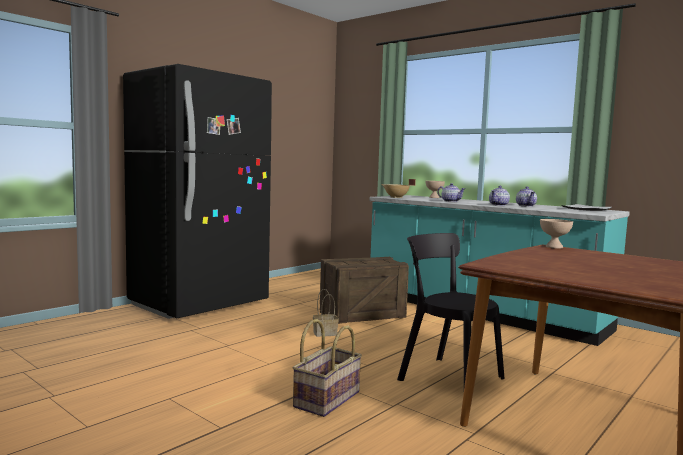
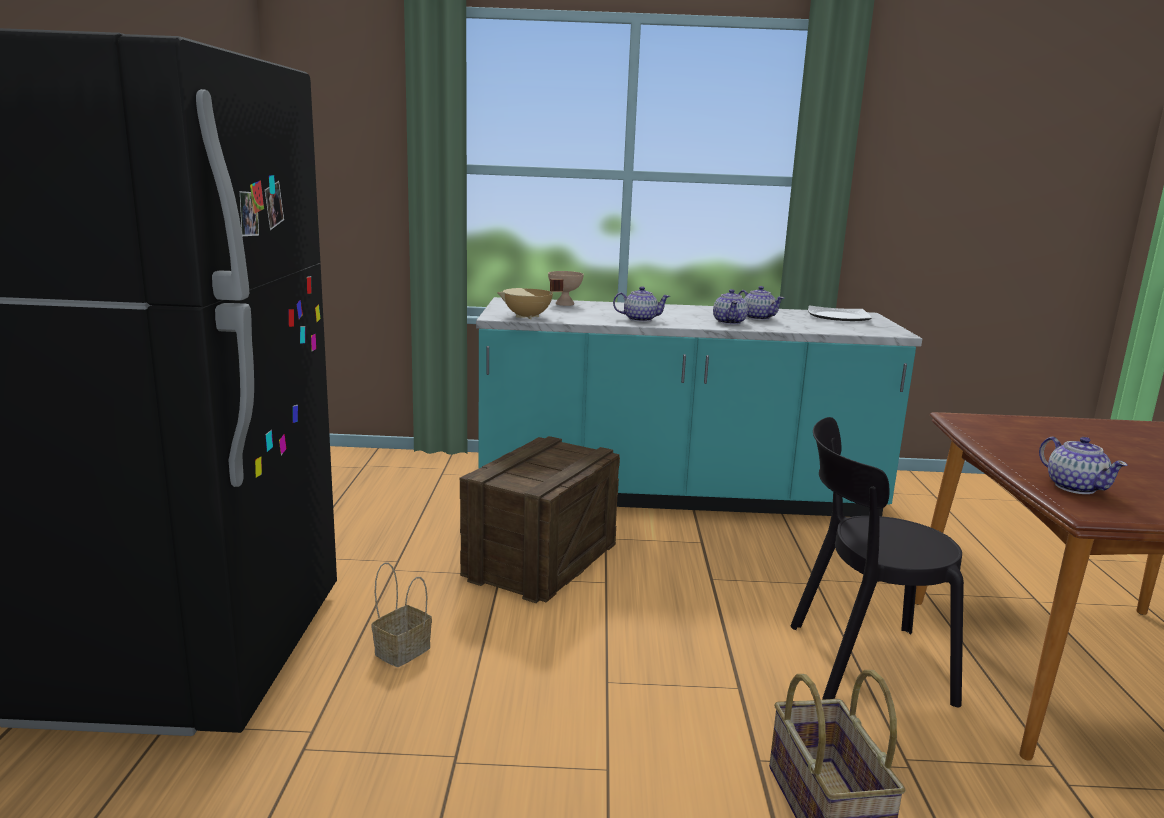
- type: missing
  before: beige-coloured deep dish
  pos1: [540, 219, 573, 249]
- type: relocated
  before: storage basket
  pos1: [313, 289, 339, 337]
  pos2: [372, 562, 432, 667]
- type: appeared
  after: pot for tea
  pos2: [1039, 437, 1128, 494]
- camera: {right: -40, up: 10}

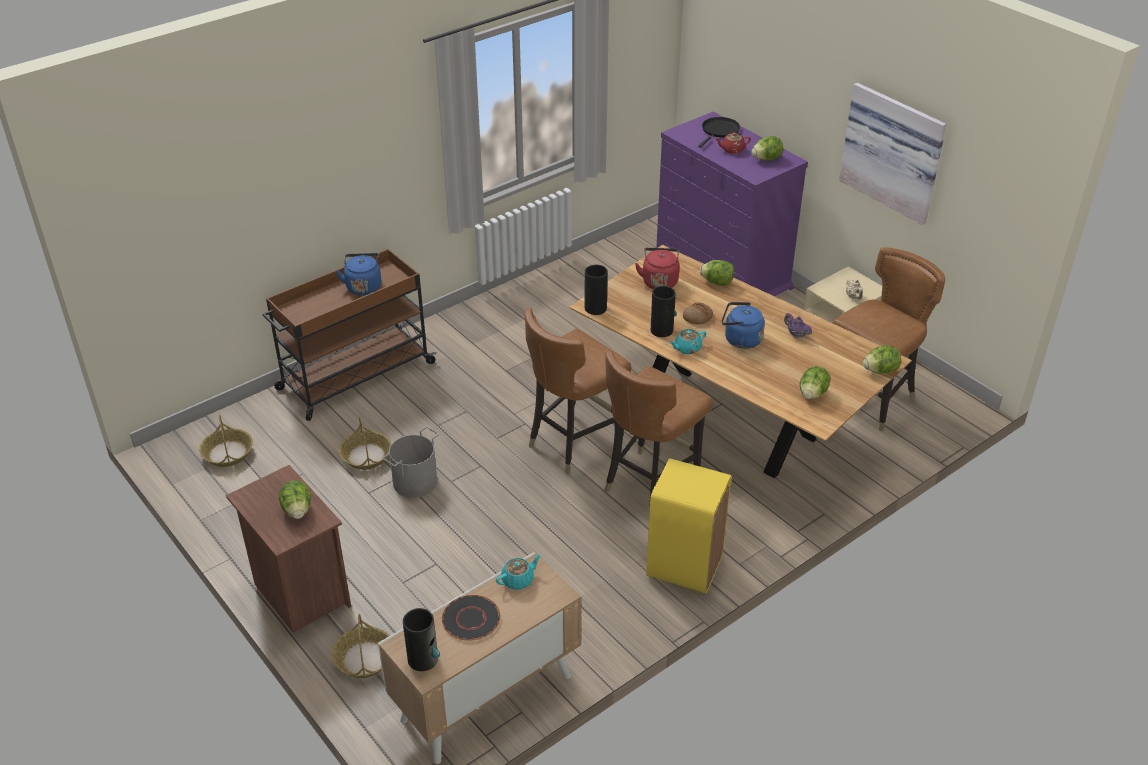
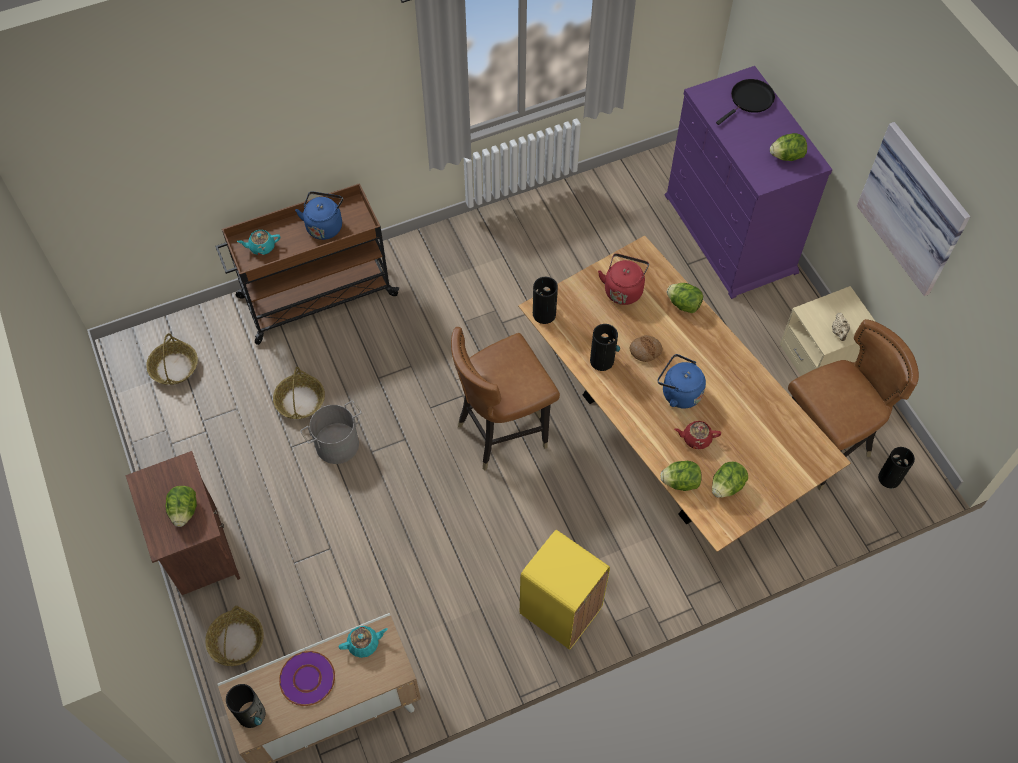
- type: relocated
  before: red-coloured pot for tea
  pos1: [716, 133, 751, 154]
  pos2: [674, 421, 721, 449]
- type: missing
  before: purple-coloured pot for tea
  pos1: [784, 313, 812, 338]
- type: relocated
  before: turquoise pot for tea
  pos1: [669, 329, 706, 354]
  pos2: [237, 230, 280, 255]
- type: relocated
  before: lettuce head
  pos1: [863, 346, 901, 374]
  pos2: [660, 461, 702, 491]
- type: missing
  before: brown-coloured upright chair
  pos1: [604, 350, 713, 498]
- type: colour
  before: black-coloured plate
  after: purple-coloured plate
  pos1: [442, 595, 500, 641]
  pos2: [279, 651, 335, 706]
- type: appeared
  after: flower vase
  pos2: [878, 447, 915, 488]
- camera: {right: 15, up: 20}

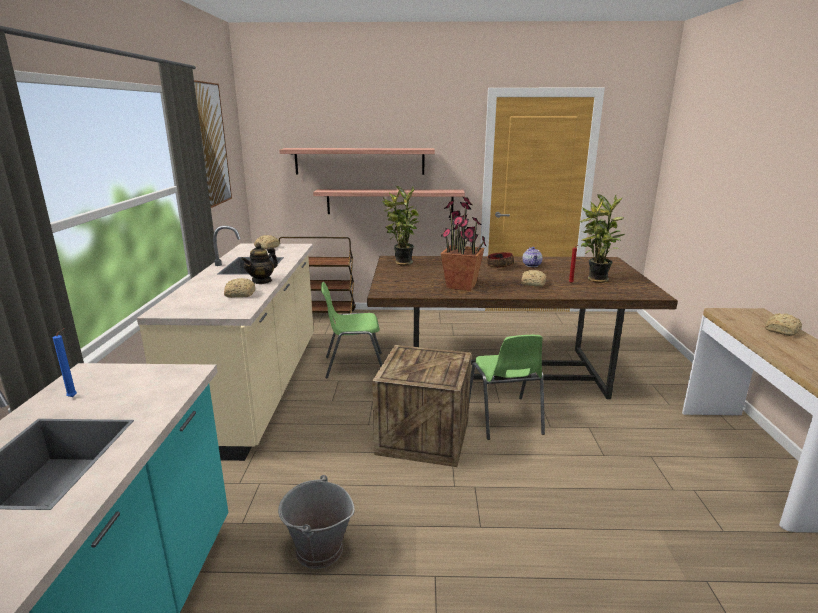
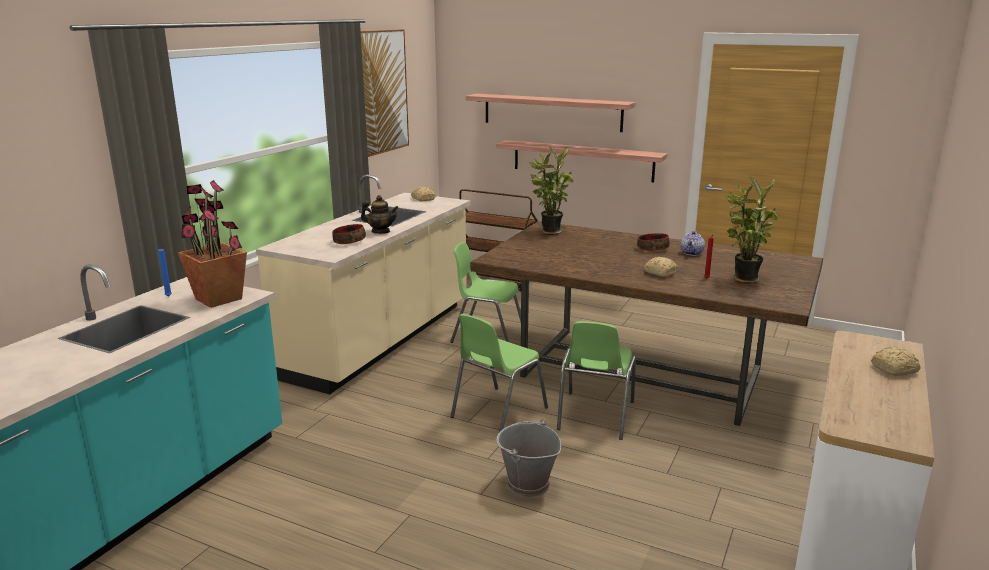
- type: relocated
  before: plant in a pot
  pos1: [441, 197, 487, 291]
  pos2: [178, 180, 247, 308]
- type: spun
  before: pot for tea
  pos1: [241, 243, 278, 284]
  pos2: [361, 195, 399, 234]
  turn: -135
- type: exchanged
  before: baked bread
  after: deep dish
  pos1: [224, 278, 255, 298]
  pos2: [332, 224, 366, 244]
- type: exchanged
  before: crate
  after: greenish upright chair
  pos1: [372, 345, 471, 467]
  pos2: [451, 314, 548, 432]
- type: relocated
  before: greyish water bucket
  pos1: [278, 475, 355, 569]
  pos2: [496, 419, 561, 497]
- camera: {right: 25, up: 0}

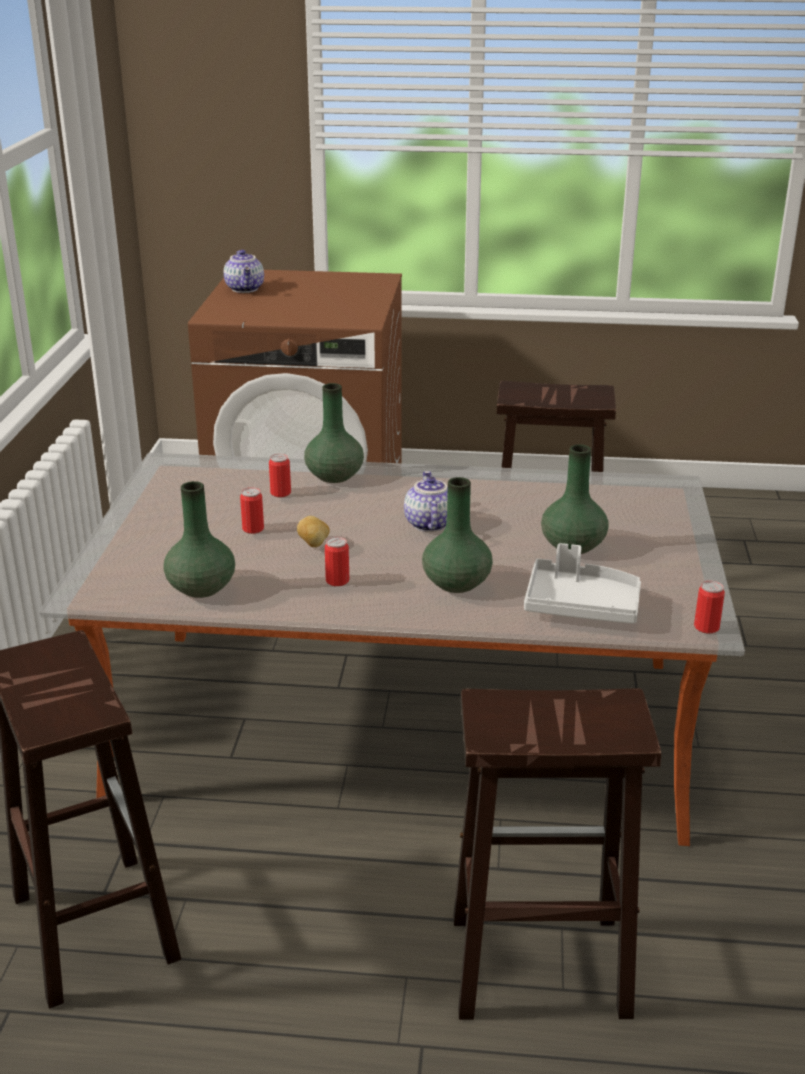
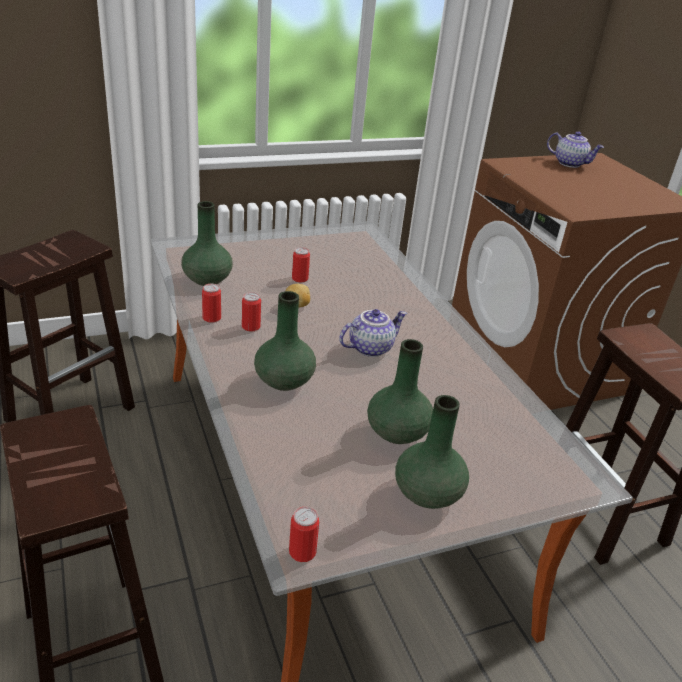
- type: spun
  before: pot for tea
  pos1: [224, 250, 264, 293]
  pos2: [547, 131, 604, 168]
  turn: -105
- type: relocated
  before: greenish flower vase
  pos1: [304, 383, 364, 483]
  pos2: [395, 395, 469, 509]
- type: relocated
  before: metal can
  pos1: [269, 454, 291, 497]
  pos2: [202, 284, 221, 323]
- type: missing
  before: greyish carrying tray
  pos1: [524, 543, 641, 624]
- camera: {right: 60, up: 5}

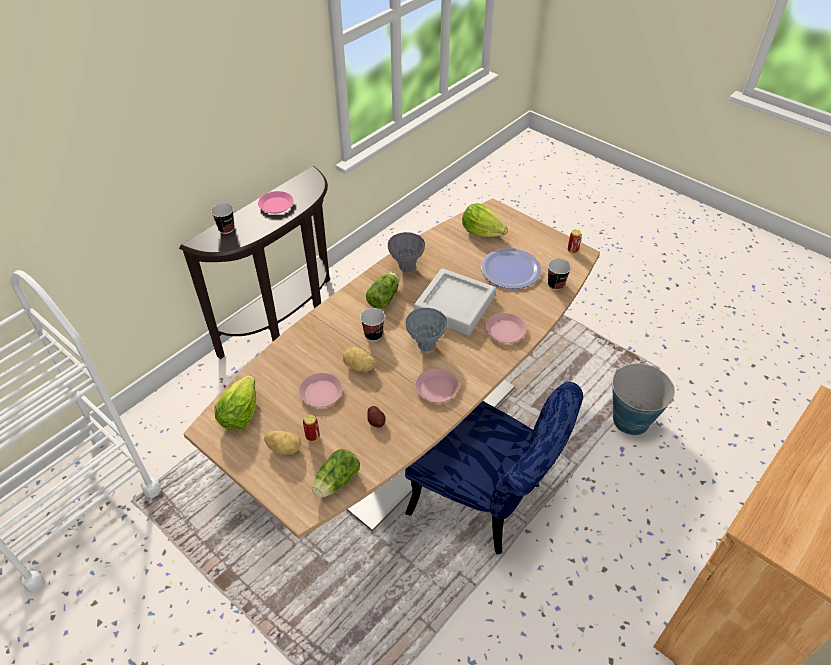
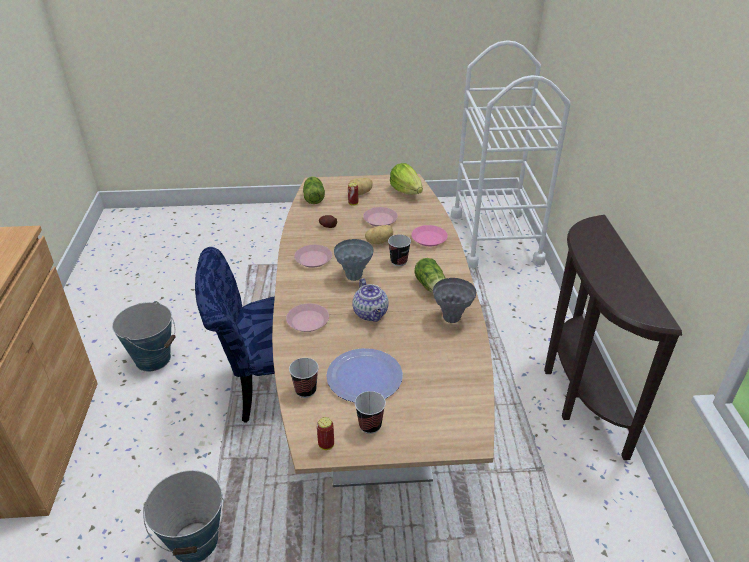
- type: relocated
  before: pink-coloured plate
  pos1: [258, 191, 294, 214]
  pos2: [411, 225, 448, 246]
- type: relocated
  before: drinking cup
  pos1: [211, 203, 235, 234]
  pos2: [355, 391, 386, 434]
- type: missing
  before: lettuce head
  pos1: [462, 203, 508, 237]
- type: exchanged
  before: greyish carrying tray
  after: pot for tea
  pos1: [414, 268, 495, 335]
  pos2: [352, 278, 389, 322]
- type: appeared
  after: water bucket
  pos2: [112, 301, 176, 372]
- camera: {right: 135, up: -10}

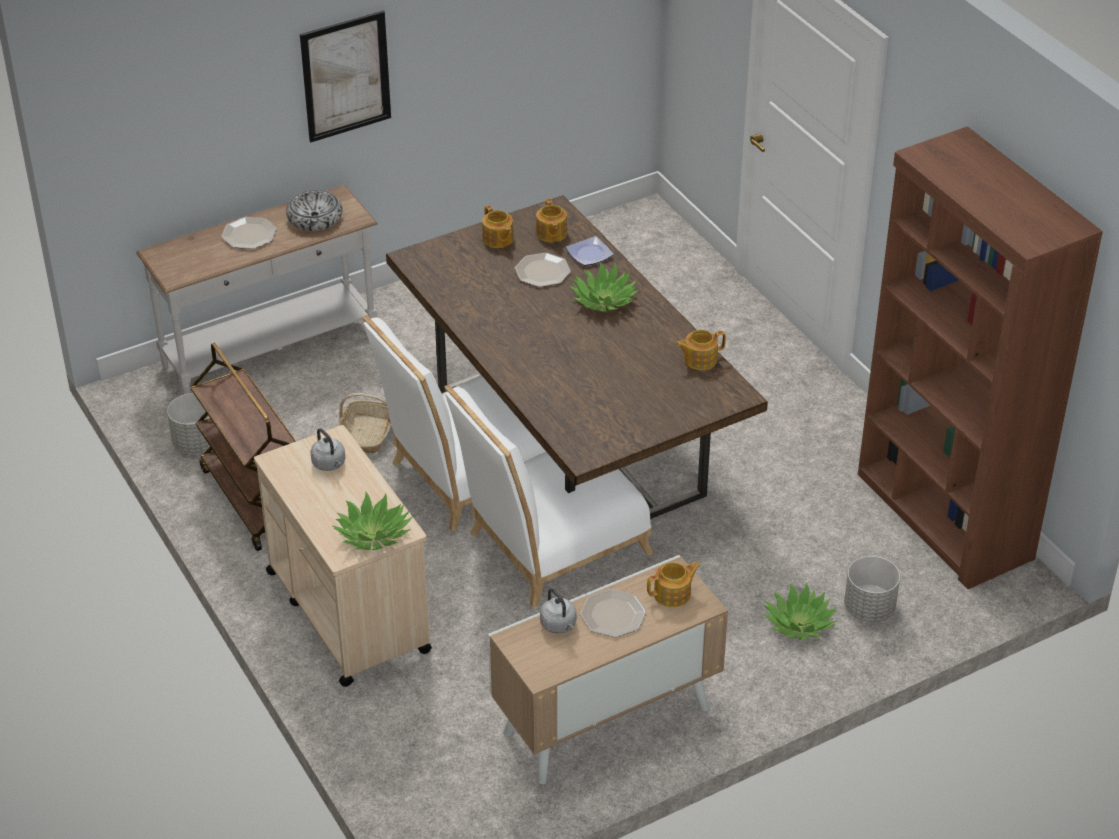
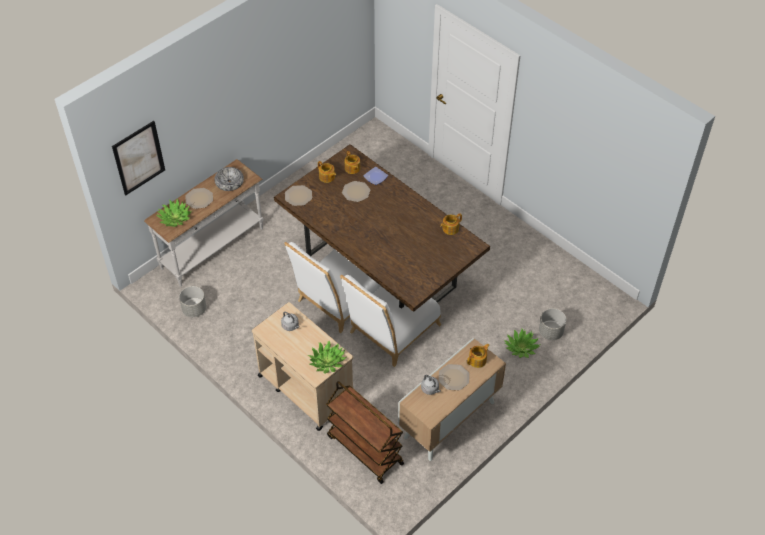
- type: relocated
  before: wall art
  pos1: [300, 11, 391, 142]
  pos2: [112, 121, 165, 195]
- type: missing
  before: brown-coloured bookcase
  pos1: [858, 126, 1103, 589]
- type: relocated
  before: plant in a pot
  pos1: [569, 262, 639, 312]
  pos2: [156, 199, 192, 227]
- type: relocated
  before: brown-coloured cart
  pos1: [190, 343, 296, 551]
  pos2: [326, 381, 404, 484]
- type: missing
  before: storage basket
  pos1: [338, 393, 391, 453]
- type: appeared
  after: plate
  pos2: [285, 185, 312, 206]
- camera: {right: -15, up: 10}

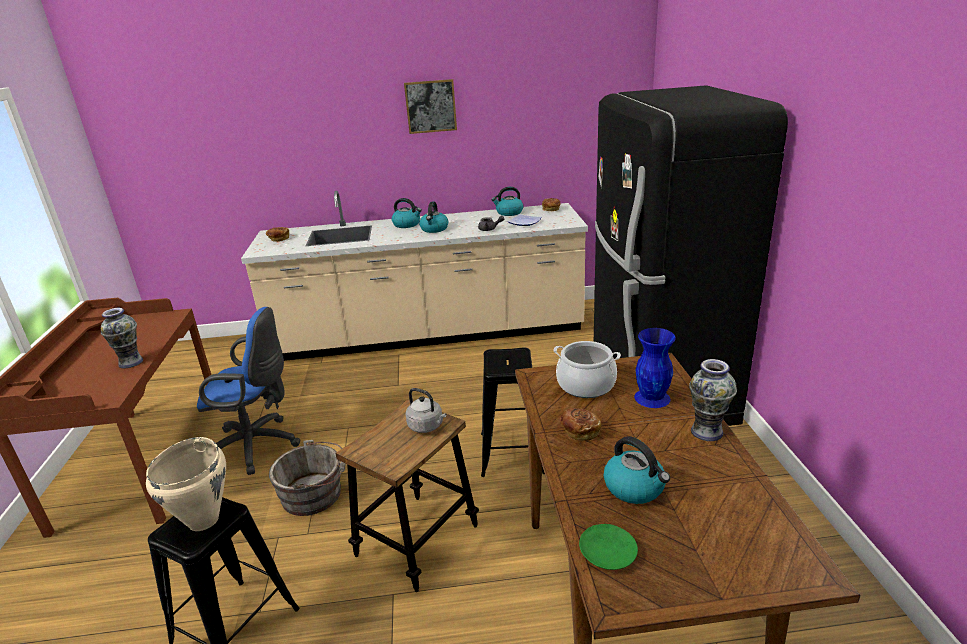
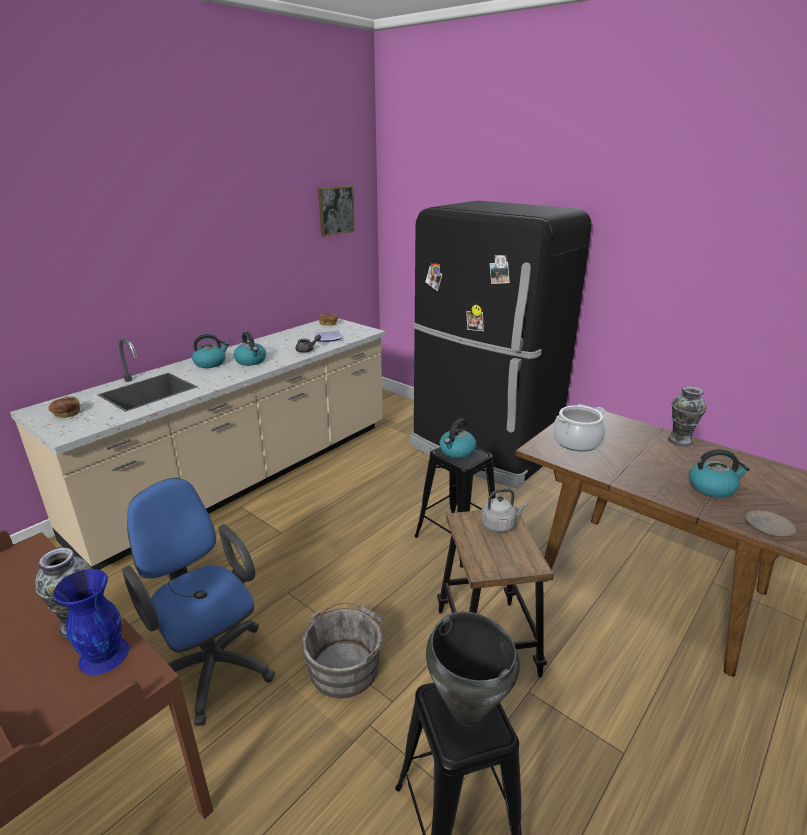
- type: relocated
  before: wall art
  pos1: [404, 79, 457, 134]
  pos2: [318, 186, 355, 237]
- type: relocated
  before: tea kettle
  pos1: [492, 187, 523, 216]
  pos2: [439, 418, 477, 458]
- type: spun
  before: blue desk chair
  pos1: [197, 307, 301, 475]
  pos2: [122, 478, 275, 726]
  turn: -90
- type: relocated
  before: blue flower vase
  pos1: [634, 328, 676, 408]
  pos2: [53, 569, 129, 675]
- type: missing
  before: baked bread
  pos1: [560, 408, 601, 441]
- type: colour
  before: beige-coloured cooking pot
  after: black-coloured cooking pot
  pos1: [146, 437, 226, 531]
  pos2: [426, 612, 519, 726]
- type: colour
  before: greenish plate
  after: beige-coloured plate
  pos1: [579, 524, 638, 570]
  pos2: [746, 510, 796, 537]
- camera: {right: -45, up: 0}

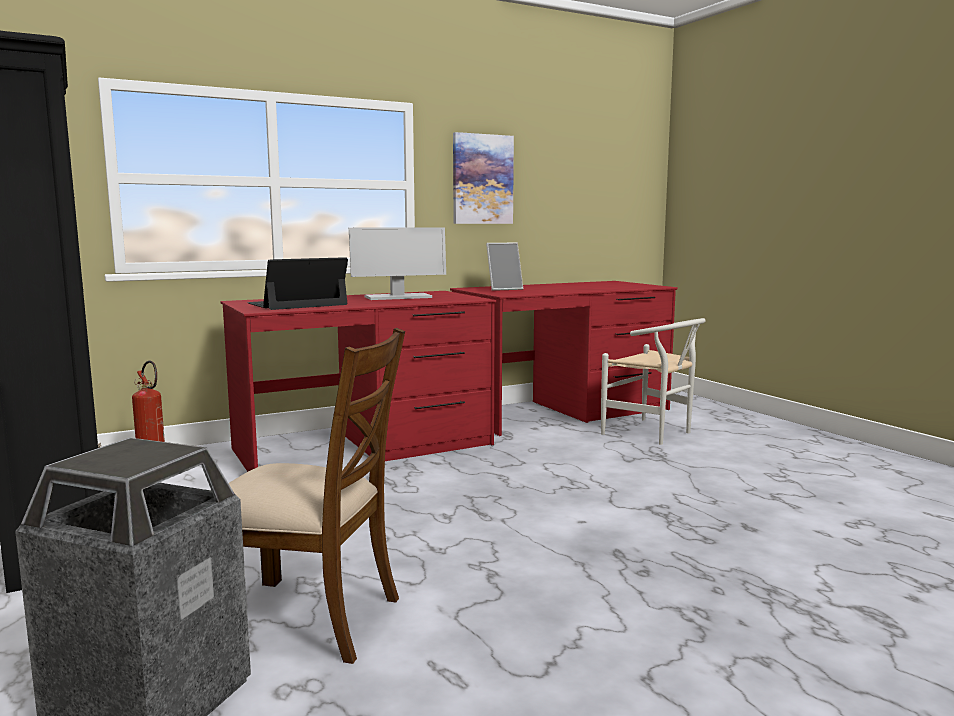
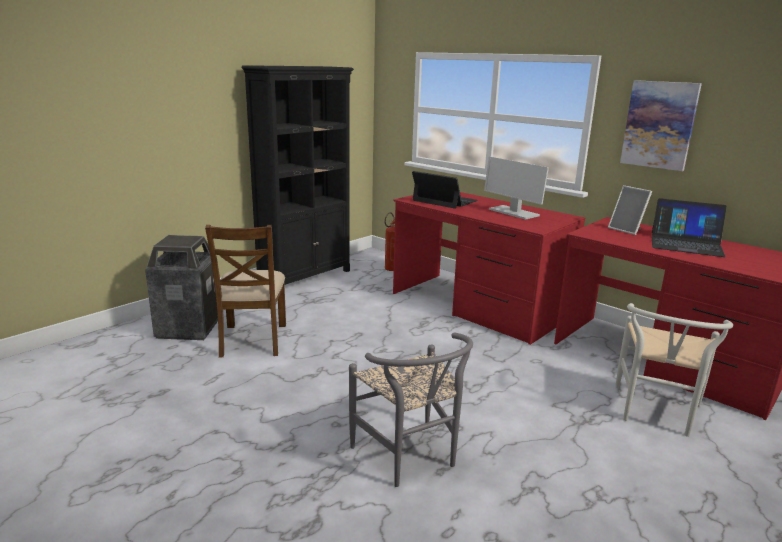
- type: appeared
  after: notebook computer
  pos2: [652, 198, 727, 257]
- type: appeared
  after: greyish upright chair
  pos2: [349, 332, 473, 487]
- camera: {right: 70, up: 10}

